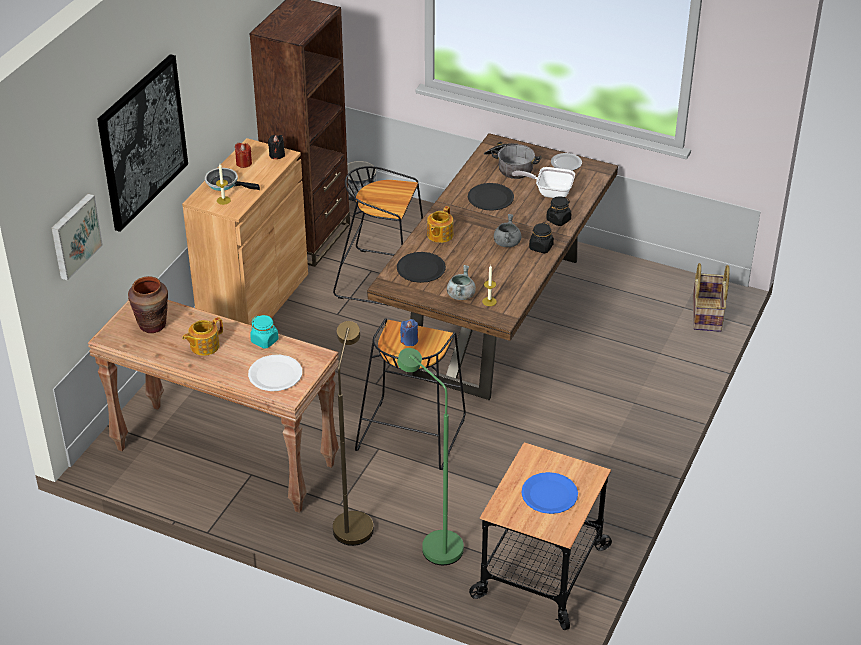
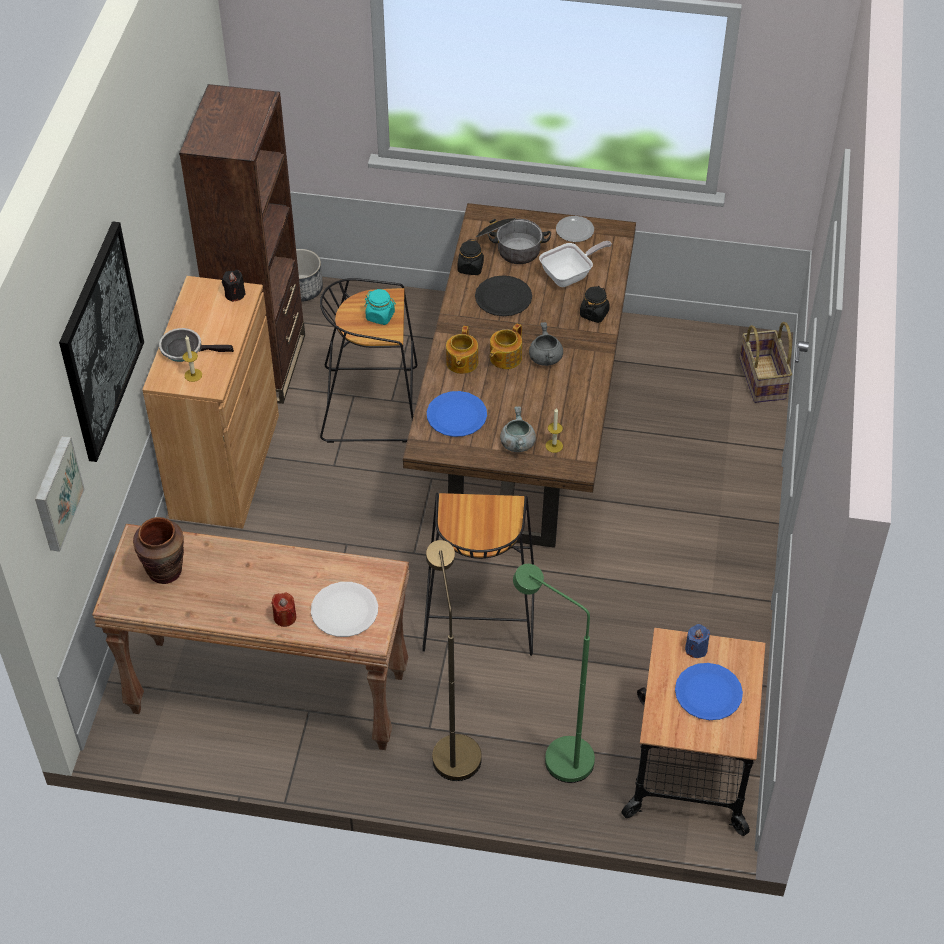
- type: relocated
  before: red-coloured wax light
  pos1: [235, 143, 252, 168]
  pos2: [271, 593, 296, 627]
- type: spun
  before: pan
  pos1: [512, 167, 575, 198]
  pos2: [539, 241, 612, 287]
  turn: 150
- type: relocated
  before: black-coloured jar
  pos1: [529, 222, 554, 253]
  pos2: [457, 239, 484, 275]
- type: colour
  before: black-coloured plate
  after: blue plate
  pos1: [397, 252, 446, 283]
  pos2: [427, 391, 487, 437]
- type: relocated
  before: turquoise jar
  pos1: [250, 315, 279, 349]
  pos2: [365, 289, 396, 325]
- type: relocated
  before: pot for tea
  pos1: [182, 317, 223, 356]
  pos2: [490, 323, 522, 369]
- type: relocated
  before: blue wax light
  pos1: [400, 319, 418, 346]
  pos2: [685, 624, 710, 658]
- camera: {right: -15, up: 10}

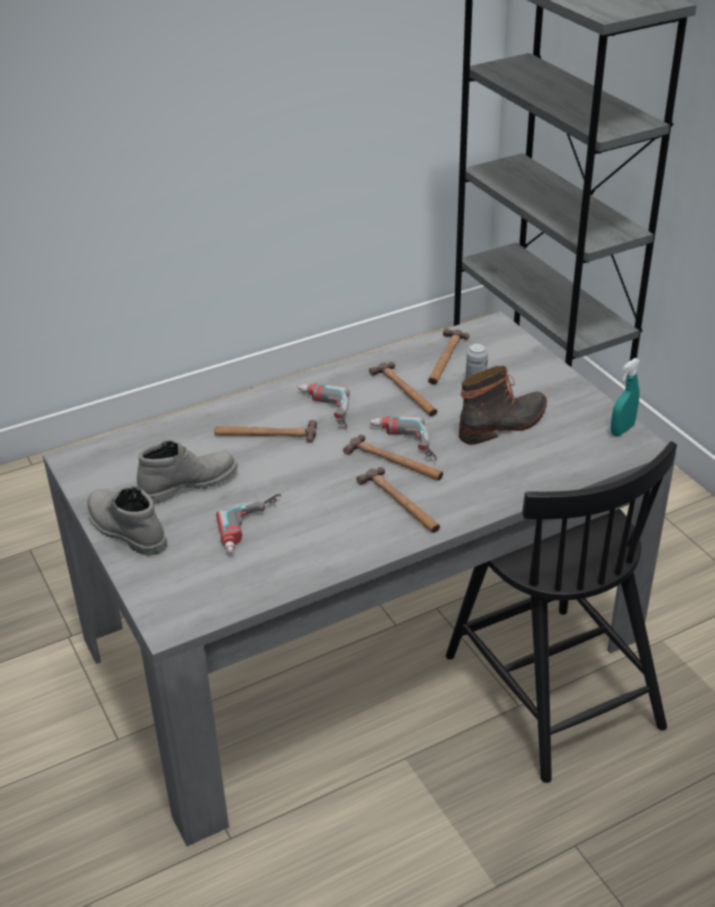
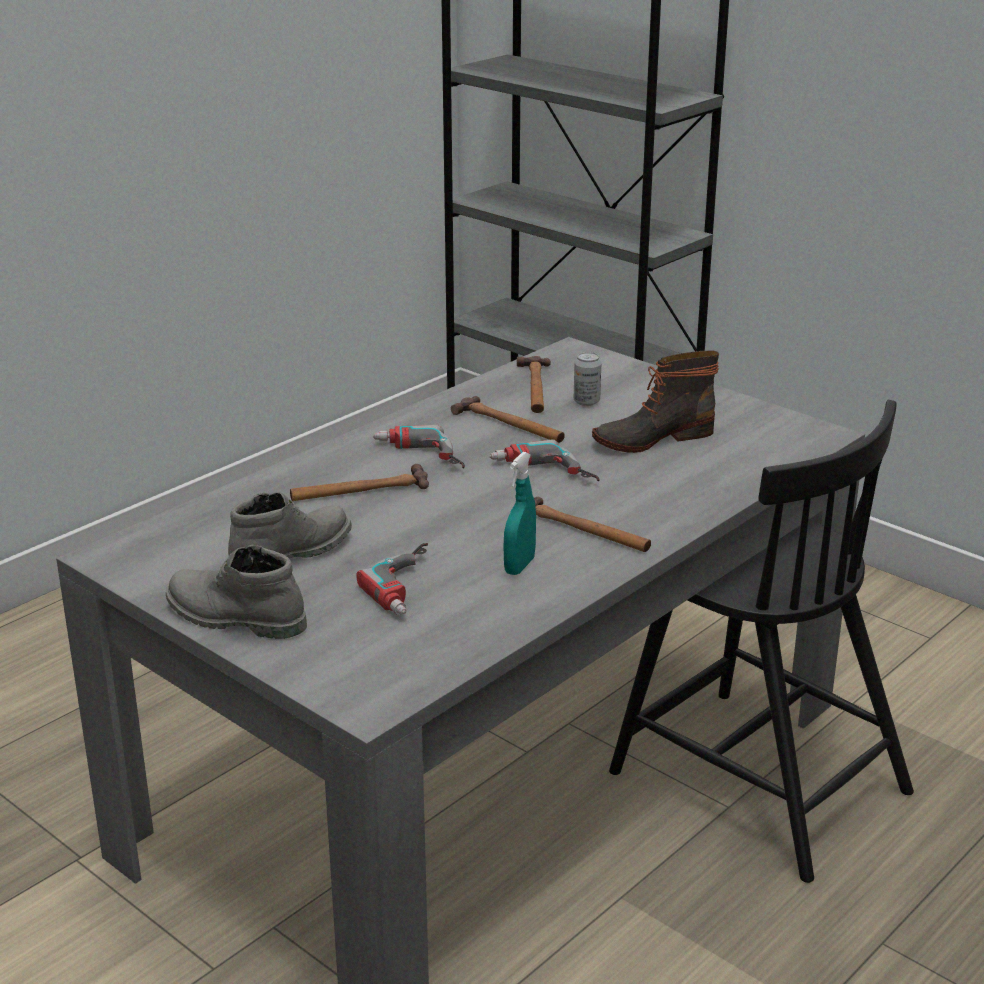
- type: relocated
  before: turquoise spray bottle
  pos1: [611, 358, 641, 436]
  pos2: [504, 452, 536, 575]
- type: spun
  before: boot
  pos1: [459, 366, 547, 444]
  pos2: [592, 350, 719, 453]
  turn: -150
- type: missing
  before: tool hammer
  pos1: [343, 435, 443, 481]
- camera: {right: -20, up: -10}

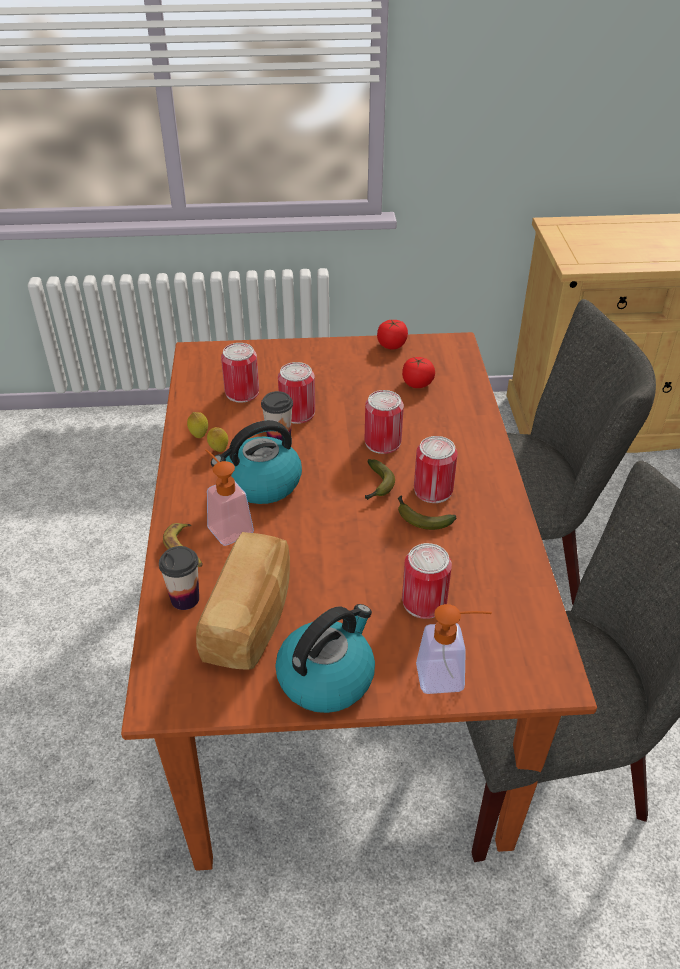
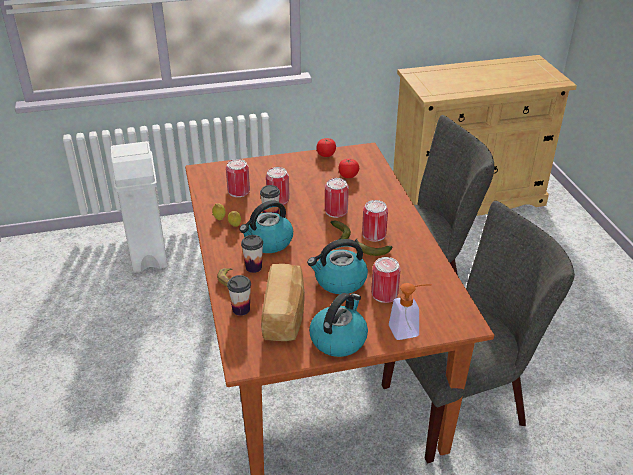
- type: exchanged
  before: liquid soap bottle
  after: drinking cup
  pos1: [205, 449, 254, 546]
  pos2: [241, 235, 263, 273]
- type: appeared
  after: white rubbish bin
  pos2: [111, 141, 168, 273]
- type: appeared
  after: tea kettle
  pos2: [307, 239, 368, 294]
- camera: {right: -10, up: -5}

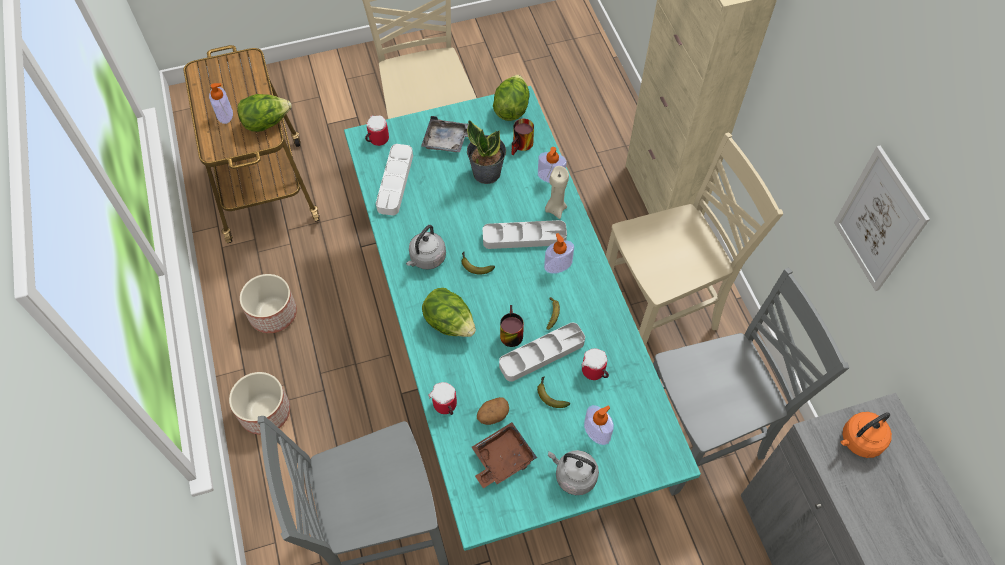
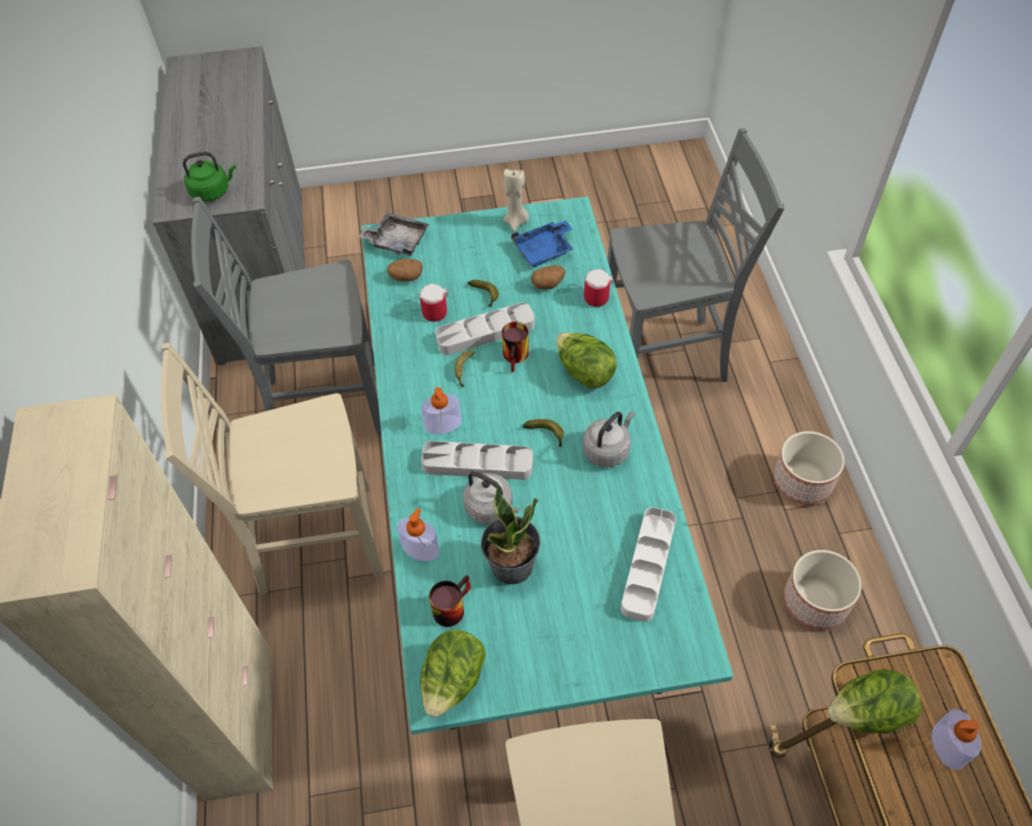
- type: missing
  before: coffee mug
  pos1: [365, 115, 389, 146]
- type: relocated
  before: greyish carrying tray
  pos1: [421, 116, 468, 152]
  pos2: [358, 213, 429, 256]
- type: missing
  before: wall art
  pos1: [834, 145, 930, 291]
- type: relocated
  before: beige-coloured wax light
  pos1: [545, 166, 569, 219]
  pos2: [503, 169, 529, 231]
- type: missing
  before: liquid soap bottle
  pos1: [584, 405, 614, 445]
- type: colour
  before: orangey tea kettle
  after: greenish tea kettle
  pos1: [841, 412, 892, 458]
  pos2: [183, 152, 236, 202]
- type: colour
  before: brown-coloured carrying tray
  after: blue carrying tray
  pos1: [472, 422, 537, 488]
  pos2: [511, 221, 574, 267]
- type: relocated
  before: greyish tea kettle
  pos1: [548, 450, 599, 495]
  pos2: [463, 471, 520, 524]
- type: appeared
  after: whole potato
  pos2: [387, 259, 423, 282]
- camera: {right: -170, up: -5}

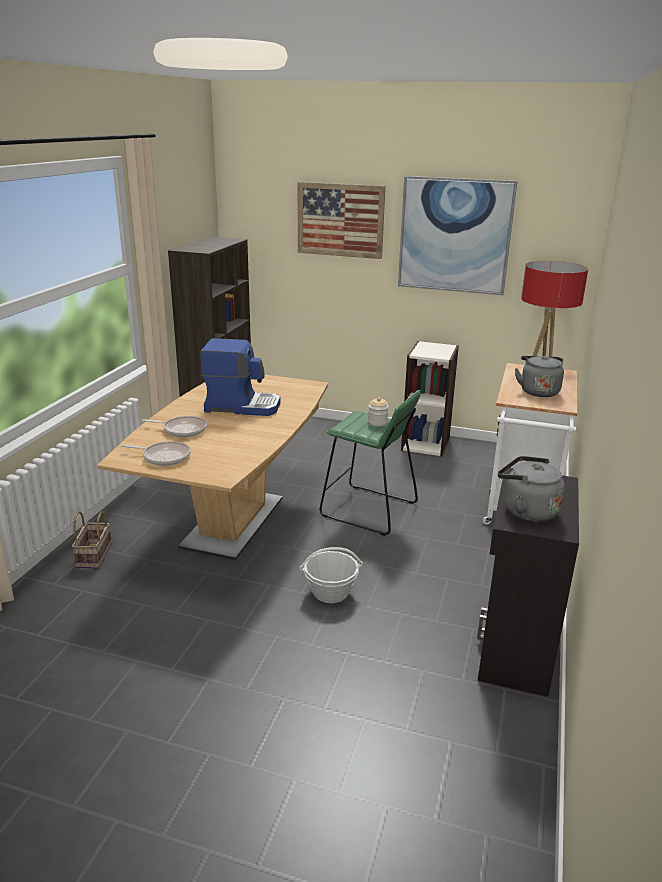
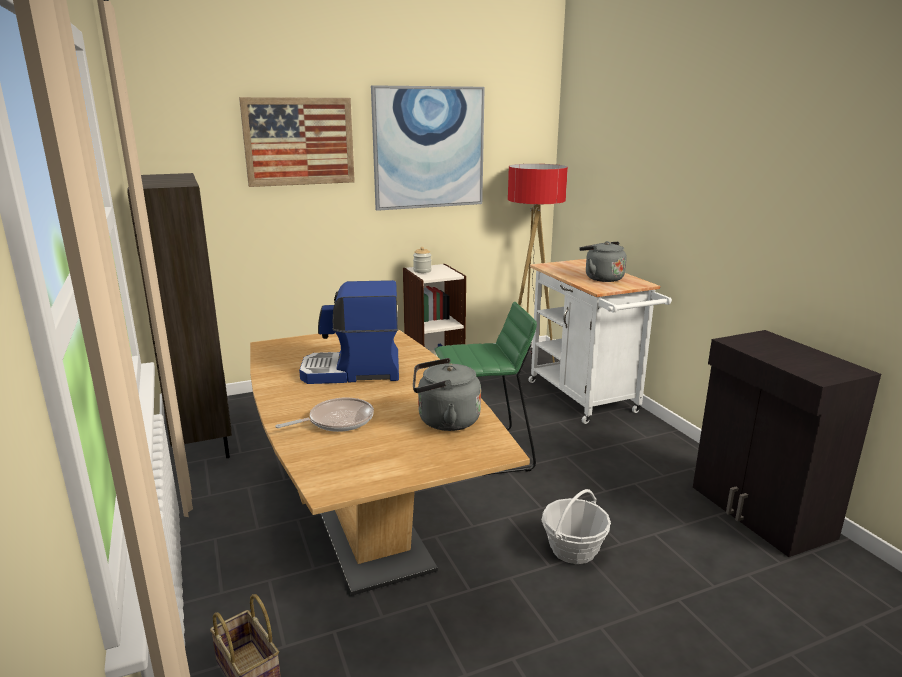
- type: spun
  before: coffee brewer
  pos1: [200, 338, 281, 416]
  pos2: [299, 280, 399, 384]
  turn: -150
- type: relocated
  before: jar
  pos1: [368, 397, 389, 426]
  pos2: [413, 247, 432, 273]
- type: missing
  before: pan
  pos1: [121, 441, 191, 466]
- type: relocated
  before: greyish tea kettle
  pos1: [498, 456, 565, 522]
  pos2: [413, 358, 481, 431]
- camera: {right: -40, up: -5}

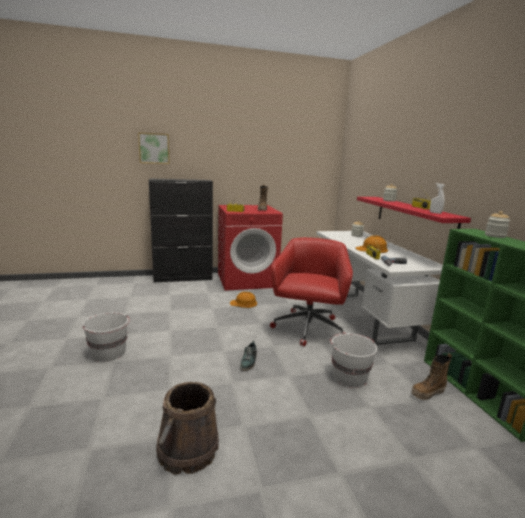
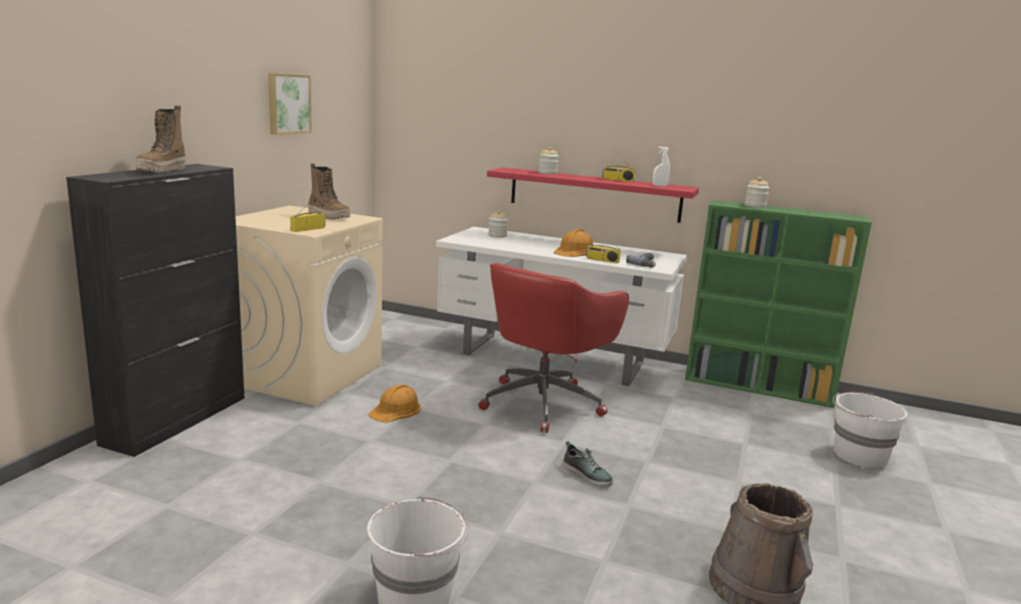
- type: relocated
  before: wall art
  pos1: [138, 133, 170, 164]
  pos2: [268, 73, 312, 135]
- type: colour
  before: red-coloured laundry machine
  after: beige-coloured laundry machine
  pos1: [218, 205, 283, 291]
  pos2: [235, 206, 383, 406]
- type: spun
  before: red-coloured desk chair
  pos1: [270, 237, 353, 346]
  pos2: [478, 263, 629, 433]
  turn: -105
- type: relocated
  before: white water bucket
  pos1: [330, 333, 377, 388]
  pos2: [833, 392, 907, 468]
- type: relocated
  before: boot
  pos1: [411, 353, 452, 400]
  pos2: [136, 105, 186, 173]
- camera: {right: -55, up: 0}

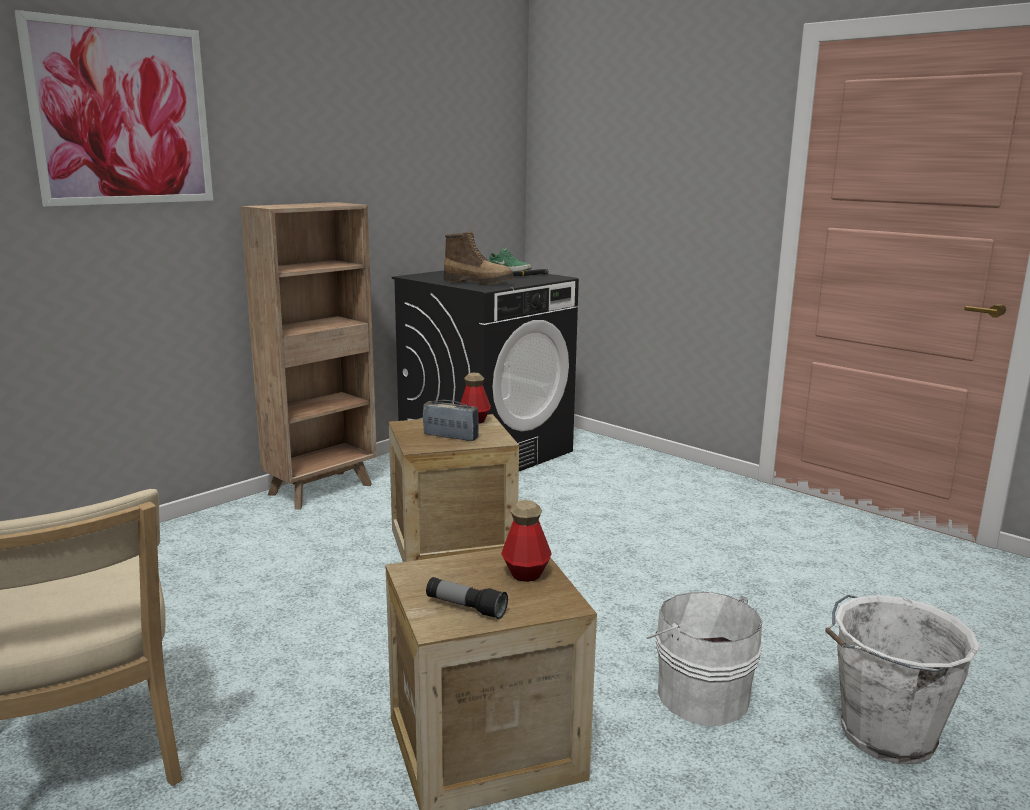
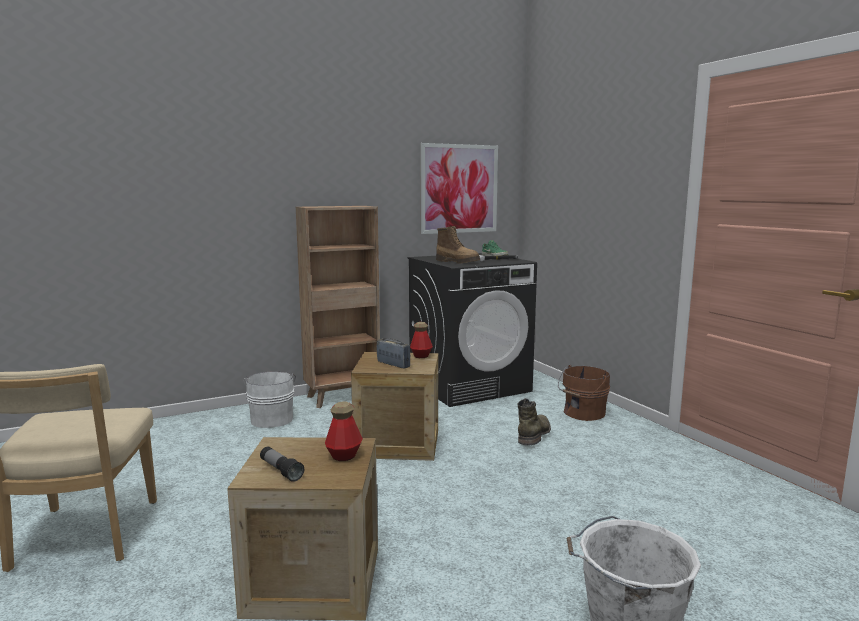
- type: relocated
  before: wall art
  pos1: [15, 10, 213, 207]
  pos2: [420, 143, 498, 234]
- type: relocated
  before: white water bucket
  pos1: [647, 592, 762, 726]
  pos2: [243, 372, 296, 428]
- type: appeared
  after: brown-coloured water bucket
  pos2: [558, 365, 610, 421]
- type: appeared
  after: greenish boot
  pos2: [518, 398, 551, 445]
- camera: {right: 20, up: -5}

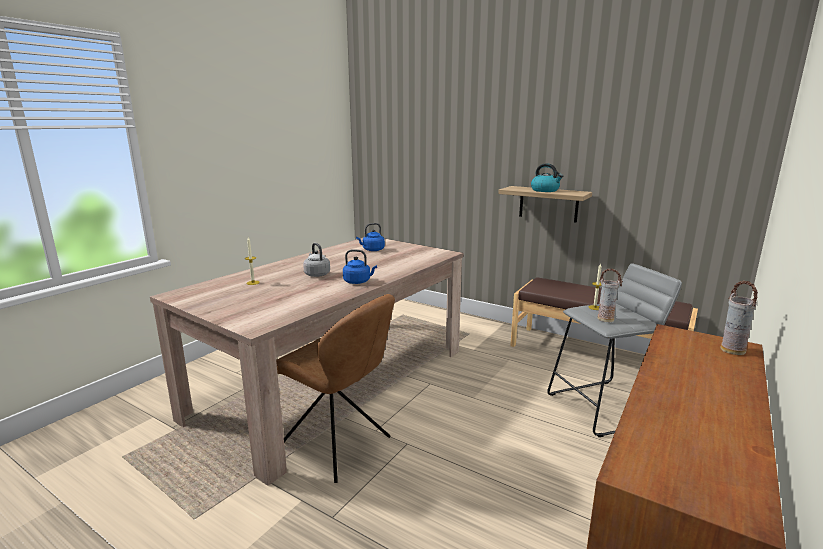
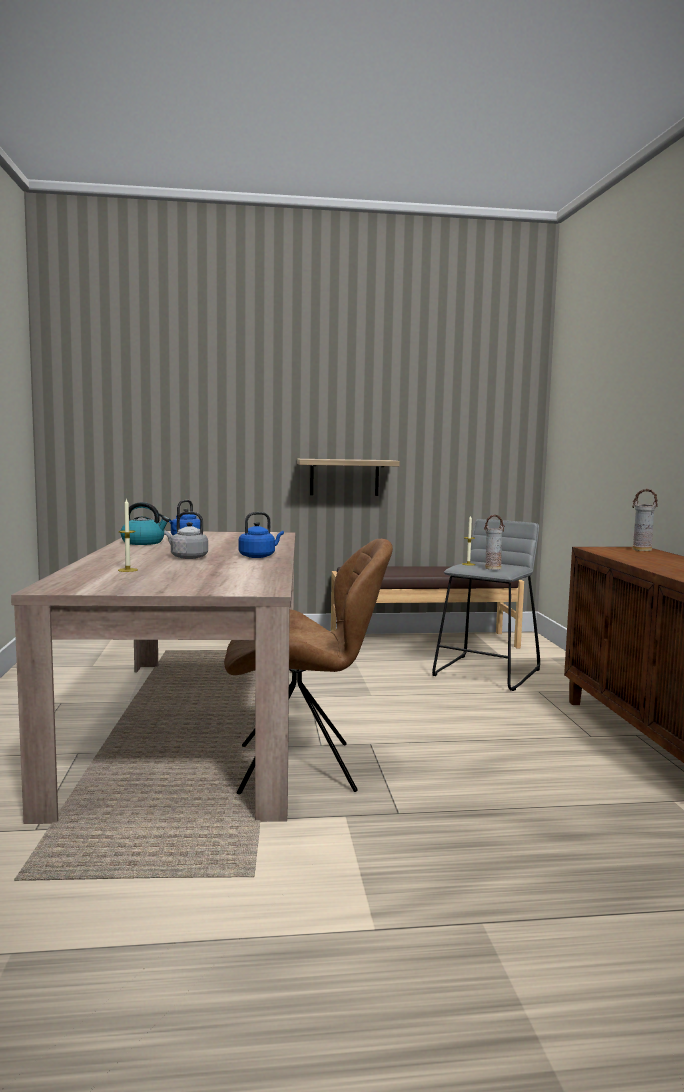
- type: relocated
  before: tea kettle
  pos1: [531, 163, 563, 192]
  pos2: [121, 502, 170, 545]
- camera: {right: -40, up: -10}

